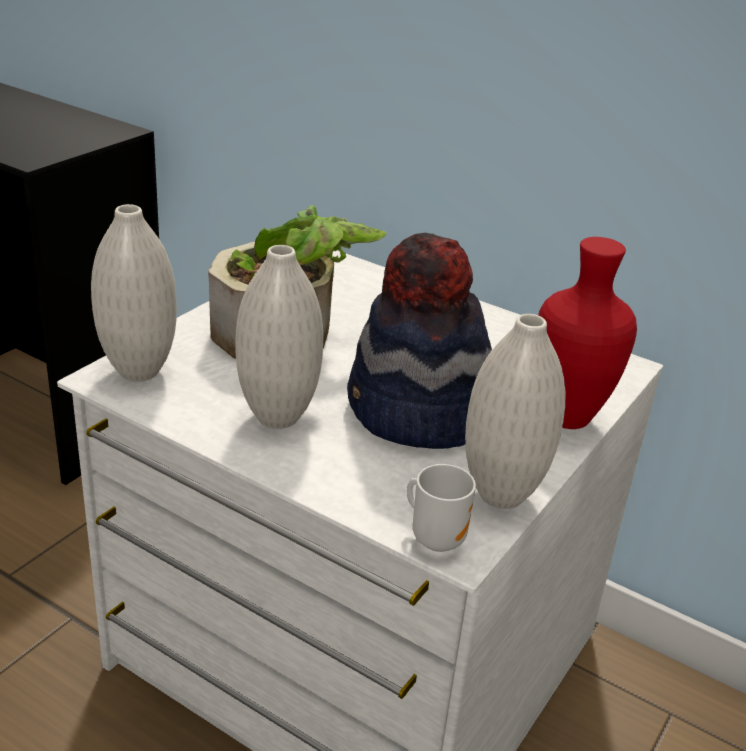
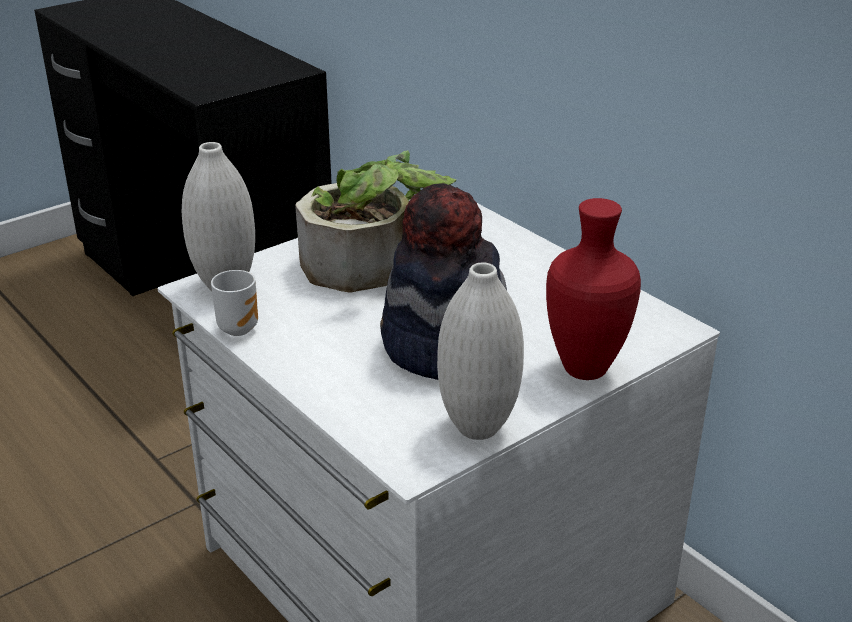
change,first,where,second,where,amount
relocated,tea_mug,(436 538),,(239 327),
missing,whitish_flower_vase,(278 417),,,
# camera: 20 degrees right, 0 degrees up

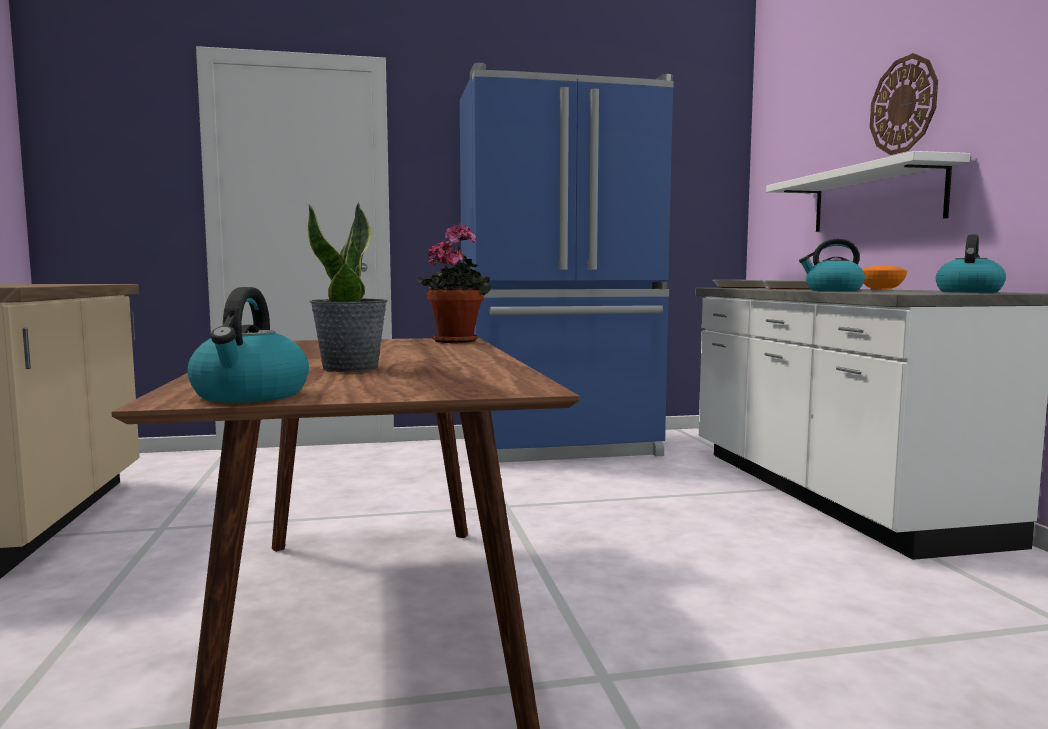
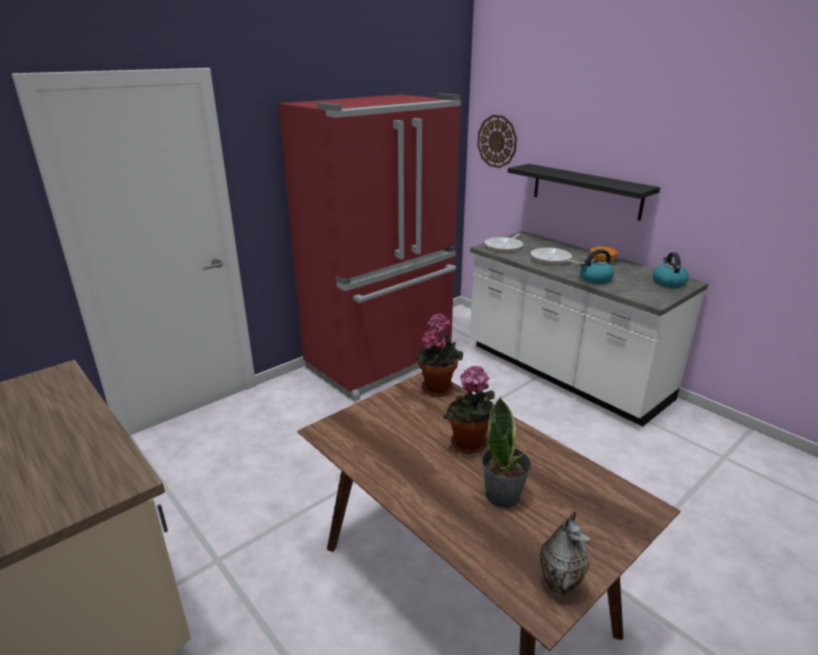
change,first,where,second,where,amount
colour,bluish_kitchen_fridge,(561 448),red_kitchen_fridge,(382 362),
appeared,,,houseplant,(469 446),
relocated,wall_clock,(903 105),,(497 141),
colour,whitish_wall_shelf,(875 199),black-coloured_wall_shelf,(586 191),
exchanged,kettle,(250 395),flower_vase,(559 584),
# camera: 30 degrees left, 20 degrees up

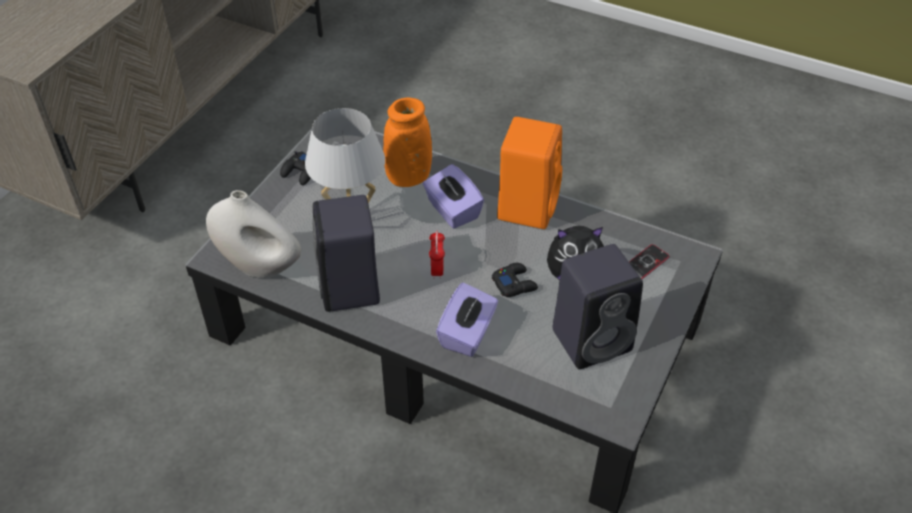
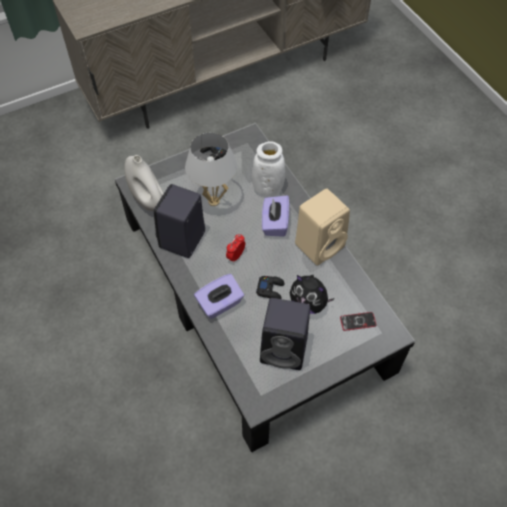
change,first,where,second,where,amount
colour,orange_flower_vase,(408 177),whitish_flower_vase,(268 188),
colour,orange_audio_speaker,(527 205),sand-coloured_audio_speaker,(320 244),
# camera: 35 degrees right, 10 degrees up

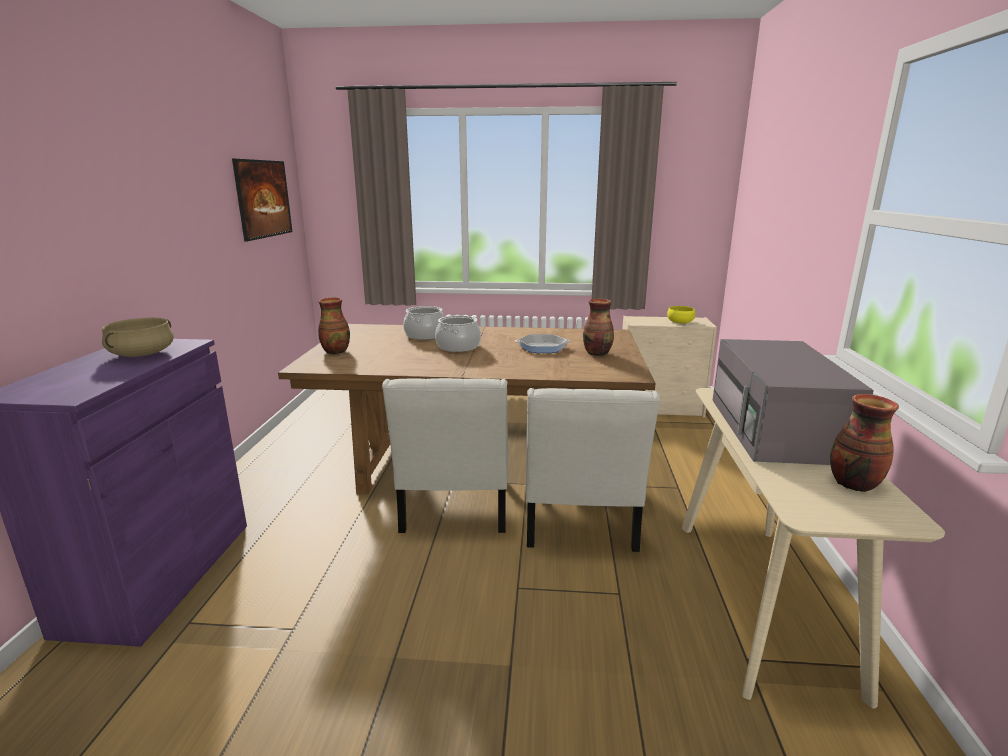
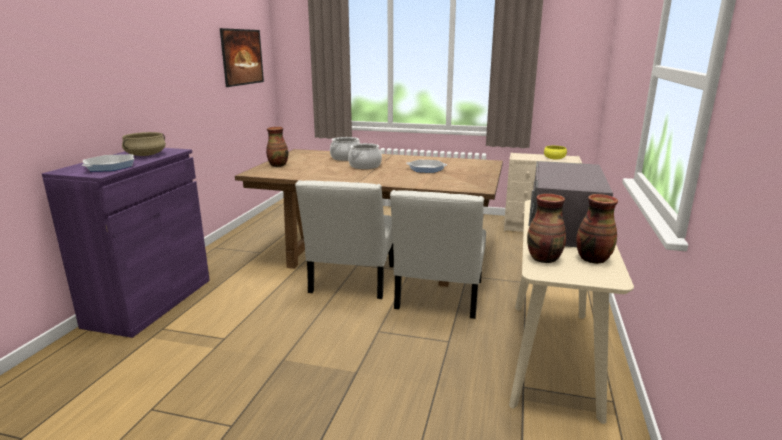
change,first,where,second,where,amount
appeared,,,pan,(110 167),
relocated,flower_vase,(598 353),,(544 259),
# camera: 10 degrees right, 0 degrees up

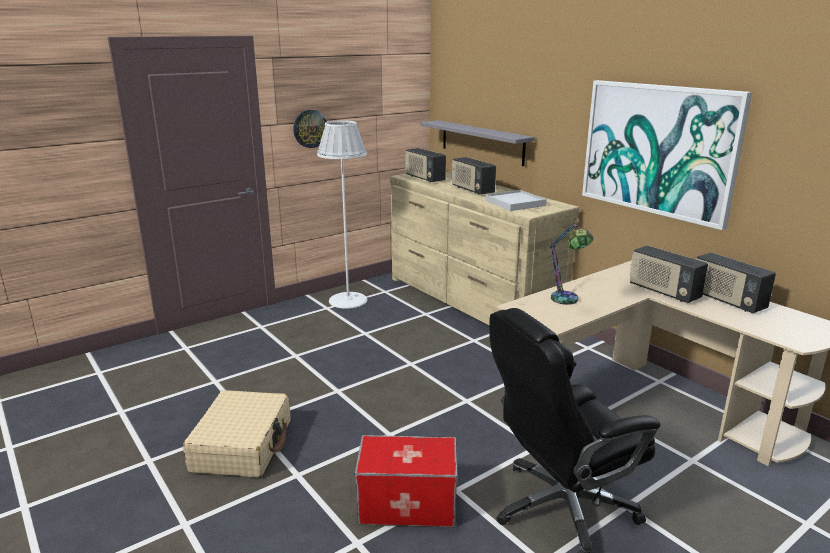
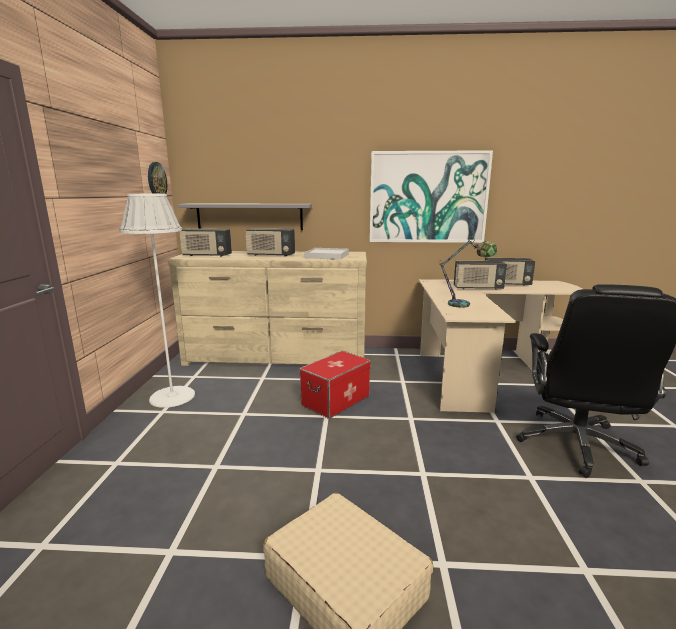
change,first,where,second,where,amount
relocated,wall_clock,(310 128),,(156 180),
relocated,storage_bin,(407 505),,(336 401),
# camera: 50 degrees left, 5 degrees down

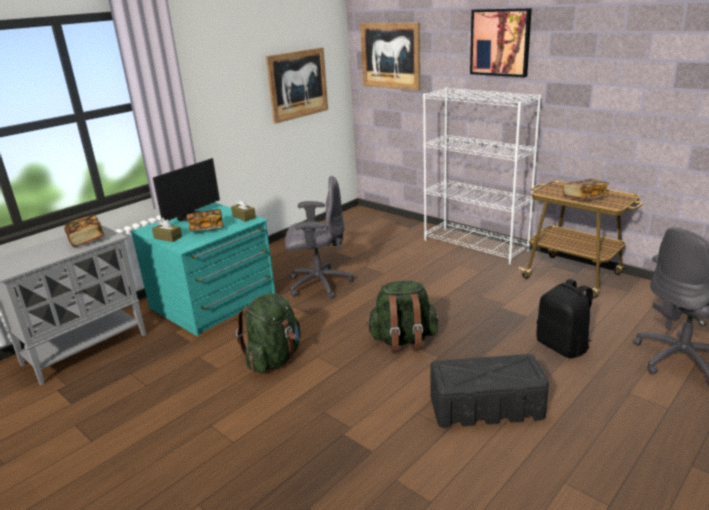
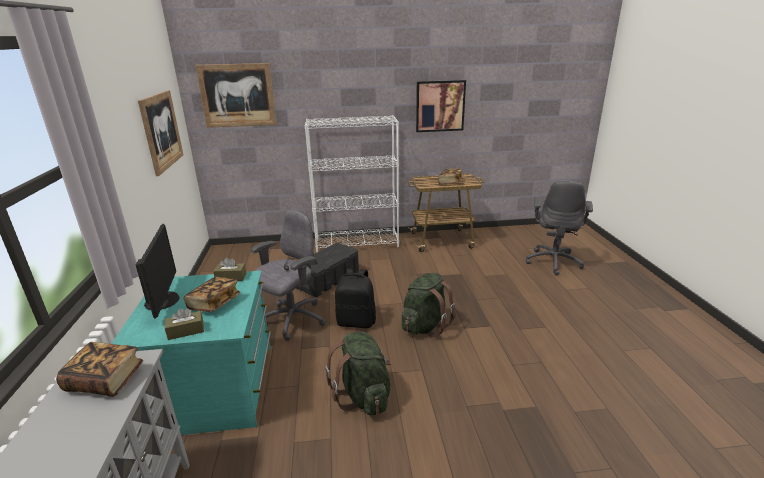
change,first,where,second,where,amount
relocated,black-coloured_storage_bin,(487 407),,(328 279),
relocated,black-coloured_knapsack,(563 346),,(356 321),
relocated,wall_picture,(500 42),,(440 106),
# camera: 50 degrees left, 0 degrees up

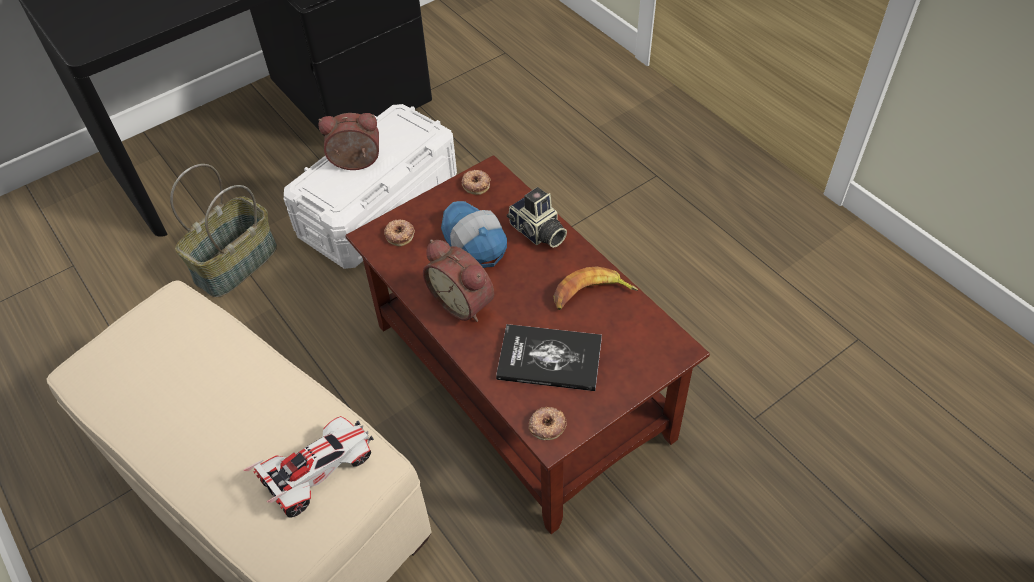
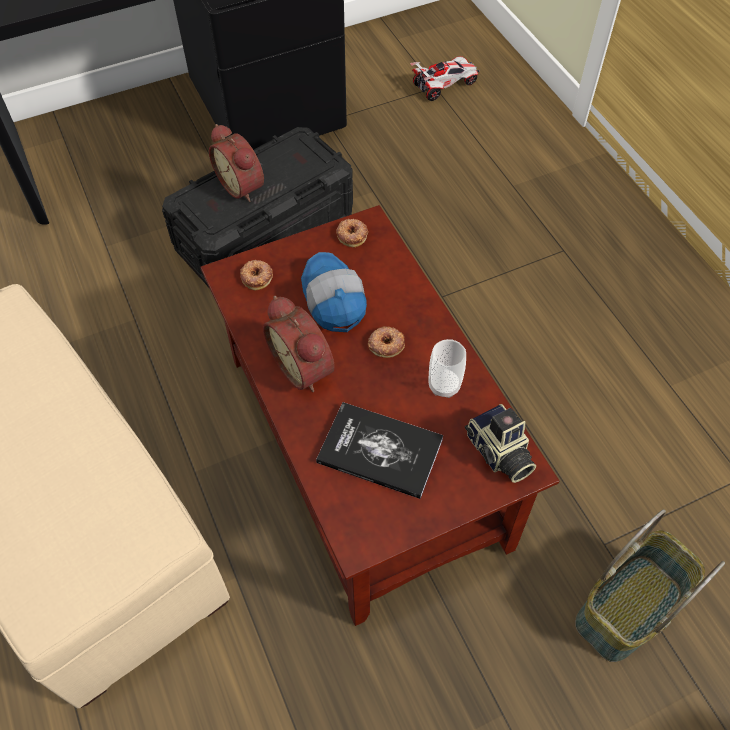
change,first,where,second,where,amount
colour,whitish_storage_bin,(380 207),black-coloured_storage_bin,(266 233),
spun,alarm_clock,(356 164),,(243 185),135 degrees counterclockwise
relocated,ring_doughnut,(547 425),,(386 344),
relocated,toy_car,(318 473),,(444 85),
exchanged,whole_banana,(591 294),cup,(444 385),
relocated,still_camera,(537 232),,(498 454),
relocated,basket,(236 265),,(628 610),
# camera: 10 degrees right, 5 degrees up

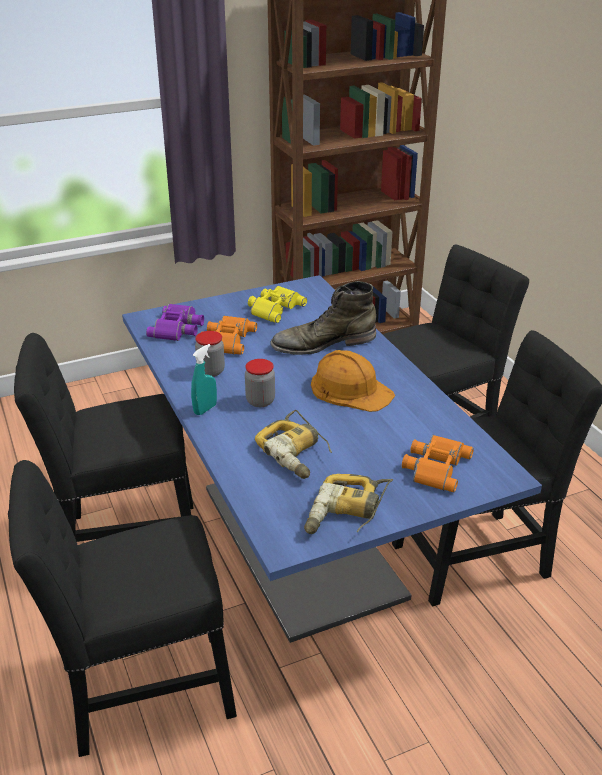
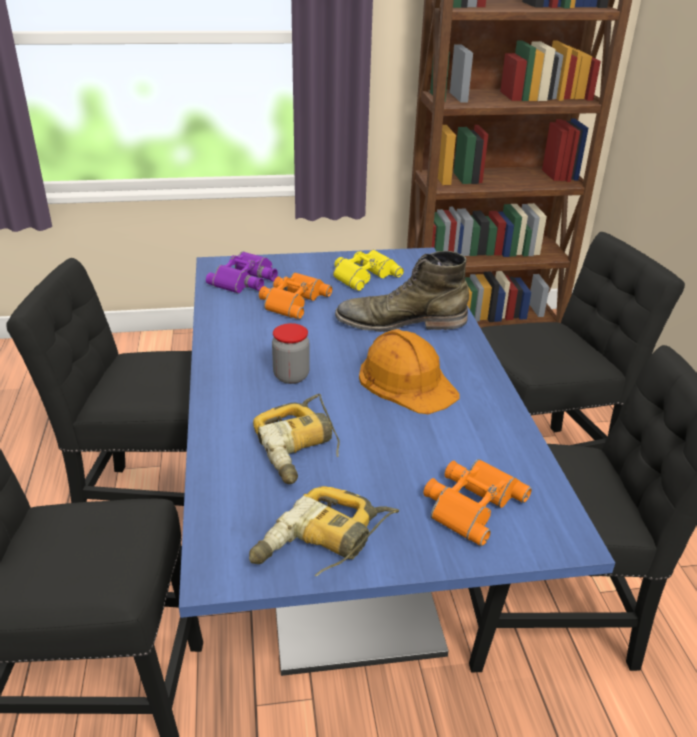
change,first,where,second,where,amount
missing,turquoise_sprayer,(205 409),,,
missing,storage_jar,(211 371),,,
# camera: 15 degrees right, 0 degrees up

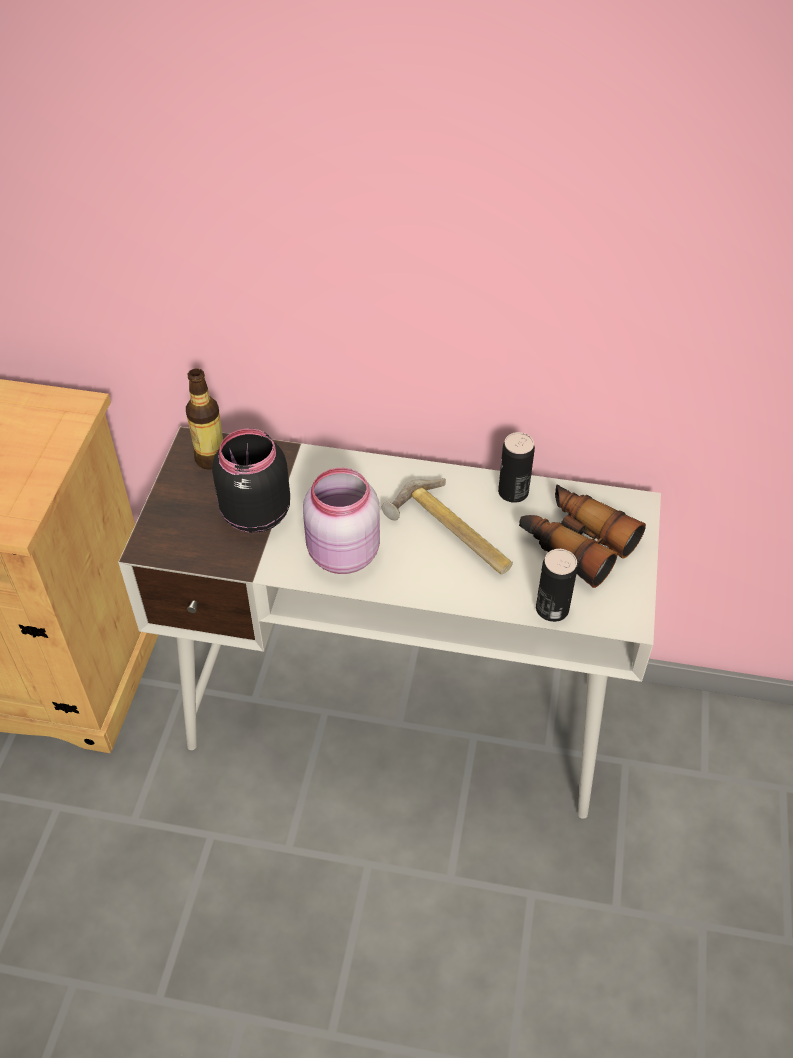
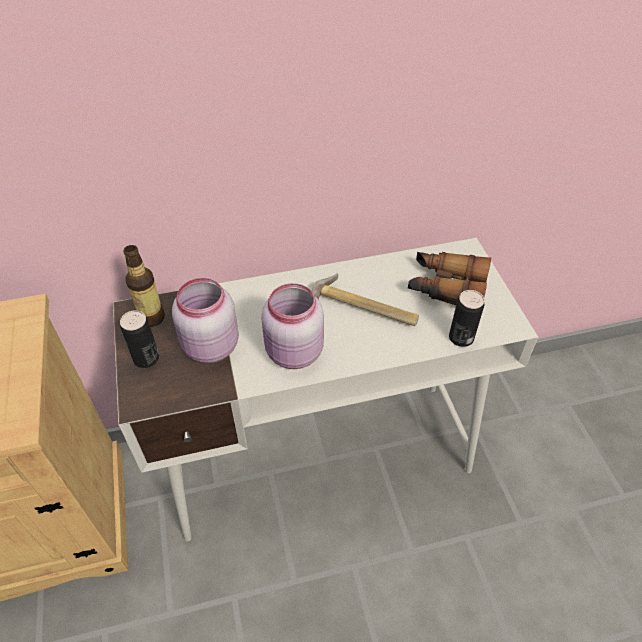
change,first,where,second,where,amount
relocated,metal_can,(513 492),,(146 358),
colour,black-coloured_storage_jar,(254 514),pink-coloured_storage_jar,(209 347),
# camera: 25 degrees left, 0 degrees up

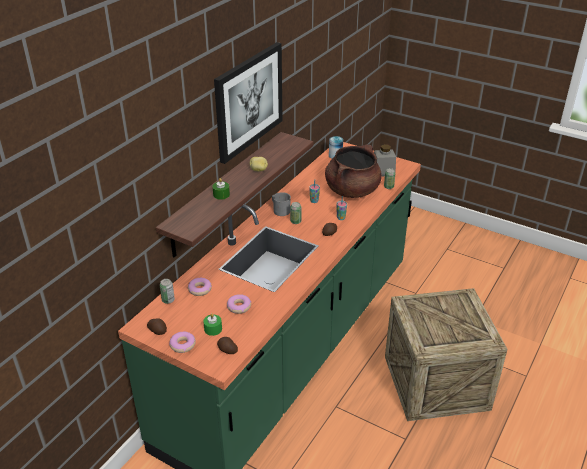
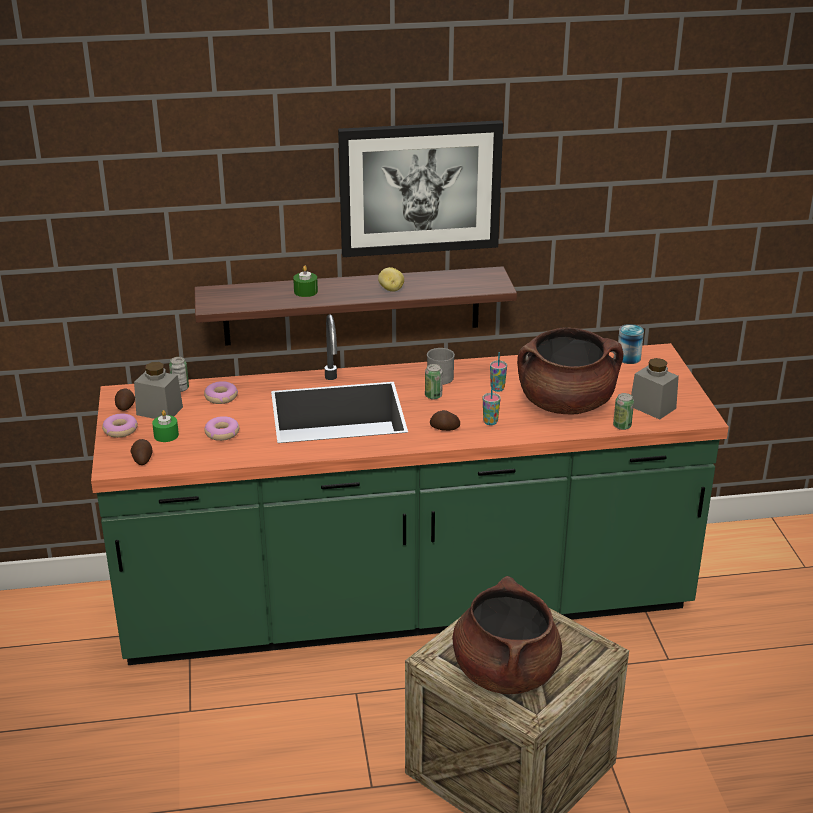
change,first,where,second,where,amount
appeared,,,gray_storage_jar,(159 411),
appeared,,,brownish_cooking_pot,(505 672),
# camera: 50 degrees right, 5 degrees down

